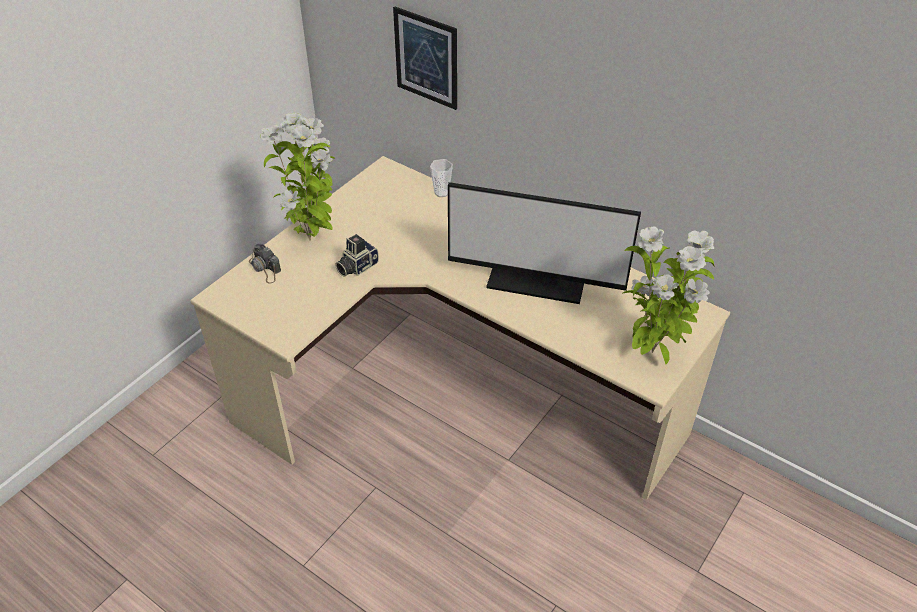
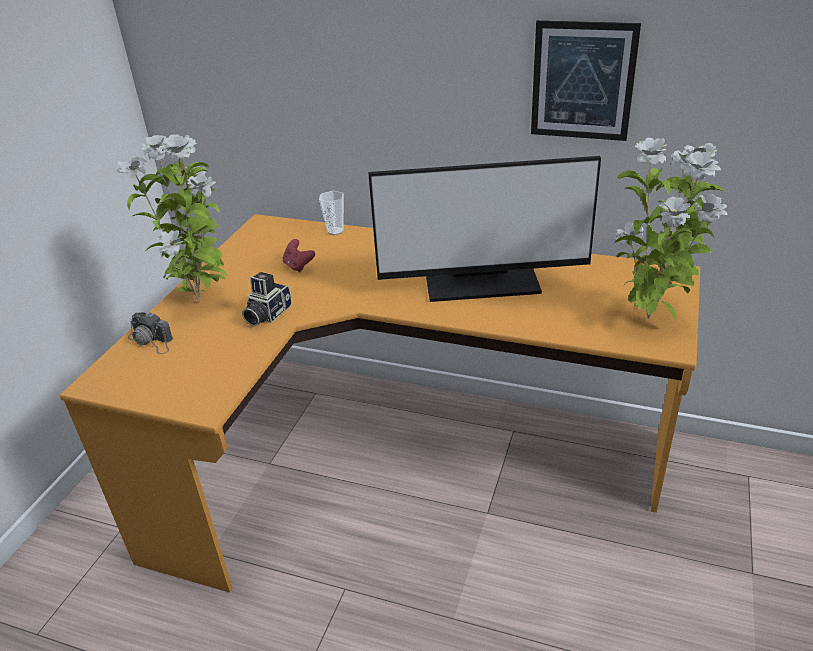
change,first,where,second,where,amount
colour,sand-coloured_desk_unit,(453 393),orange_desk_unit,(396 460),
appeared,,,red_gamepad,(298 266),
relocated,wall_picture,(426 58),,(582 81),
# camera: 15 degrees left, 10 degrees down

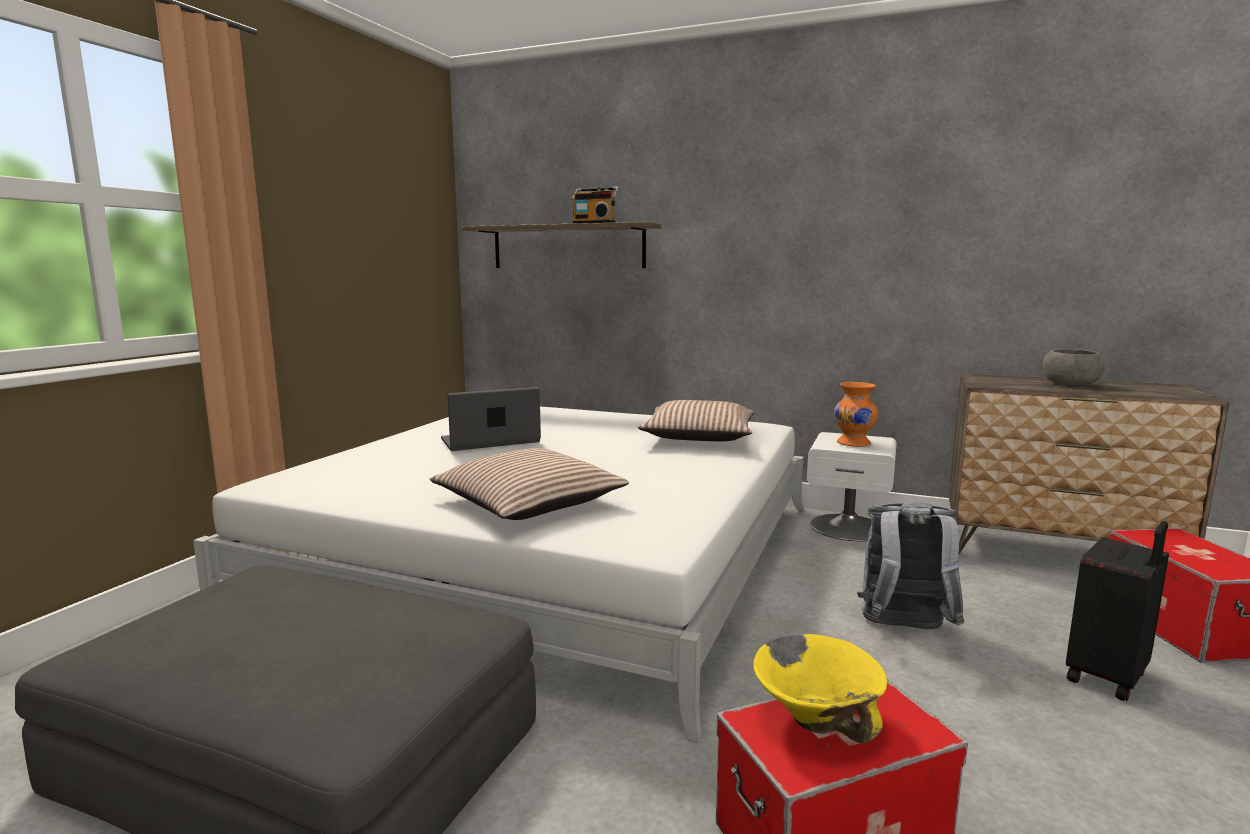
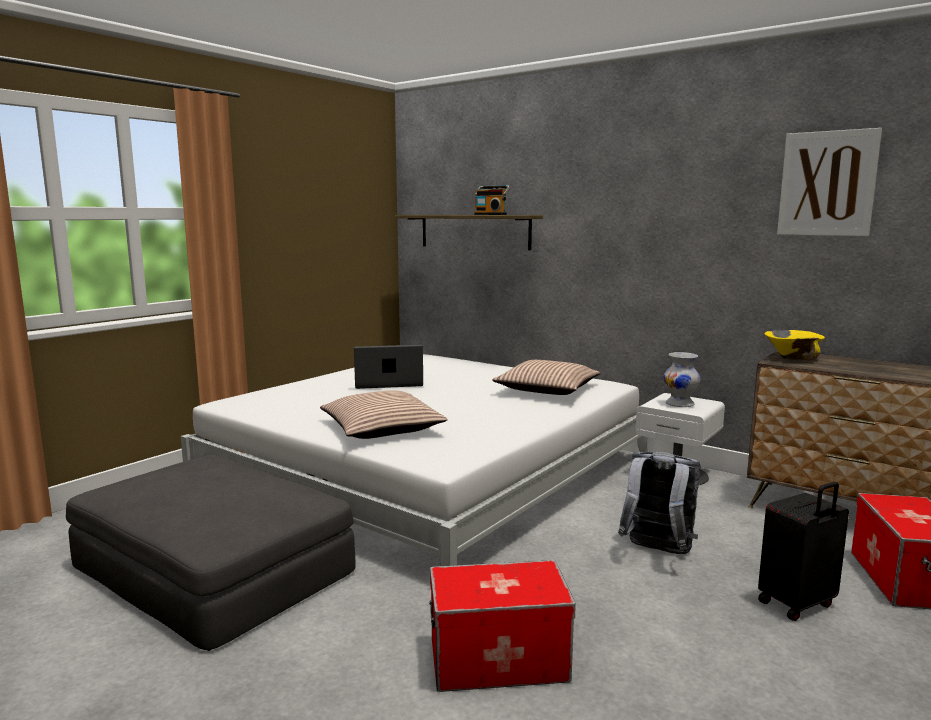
change,first,where,second,where,amount
colour,orange_flower_vase,(854 443),whitish_flower_vase,(680 404),
relocated,yellowish_serving_bowl,(816 718),,(792 358),
appeared,,,wall_picture,(827 184),
missing,gray_serving_bowl,(1069 384),,,
# camera: 15 degrees right, 0 degrees up

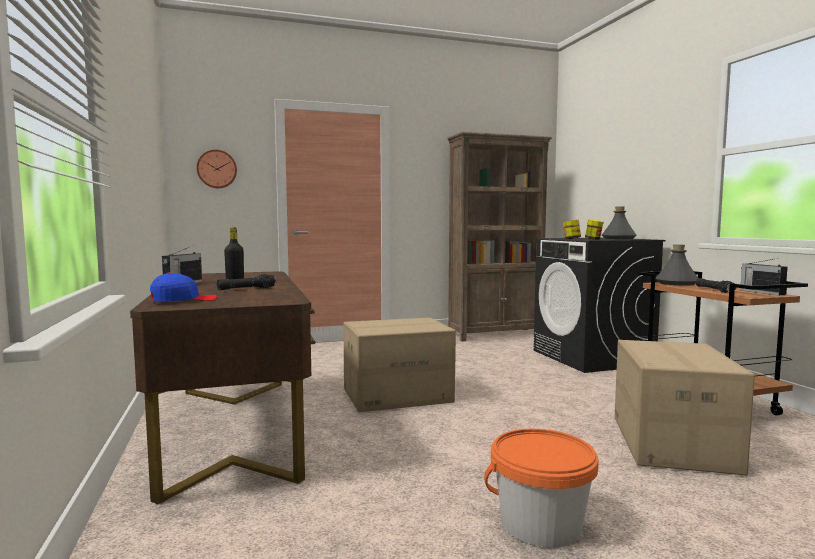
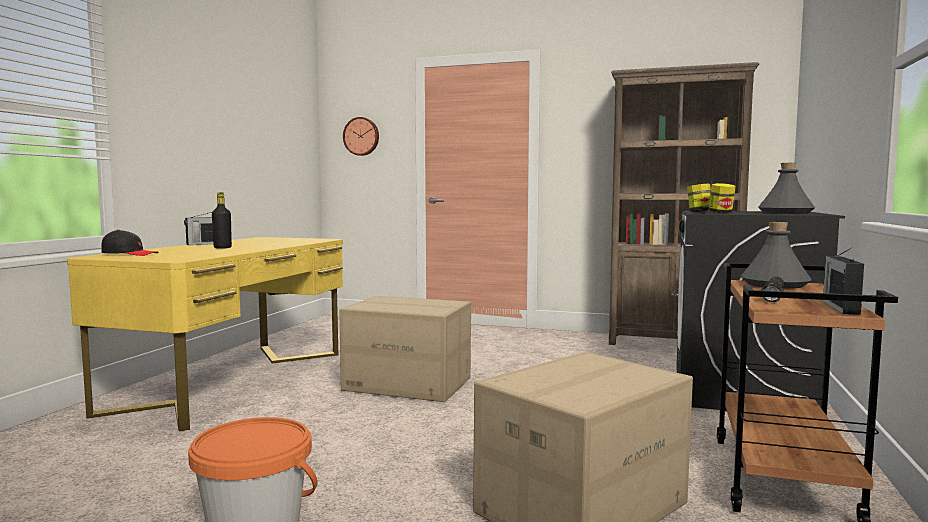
change,first,where,second,where,amount
colour,brownish_desk_unit,(234 428),yellowish_desk_unit,(233 380),
colour,bluish_cap,(183 300),black-coloured_cap,(129 254),
missing,black-coloured_torch,(246 289),,,
# camera: 35 degrees right, 0 degrees up

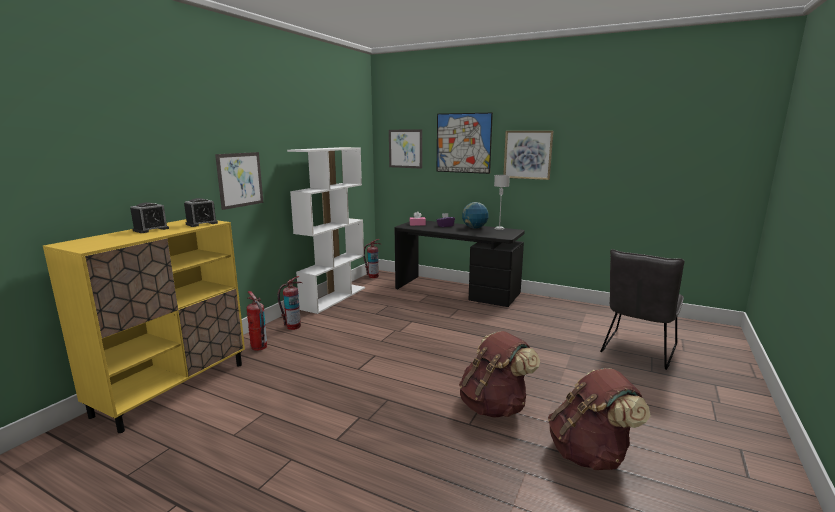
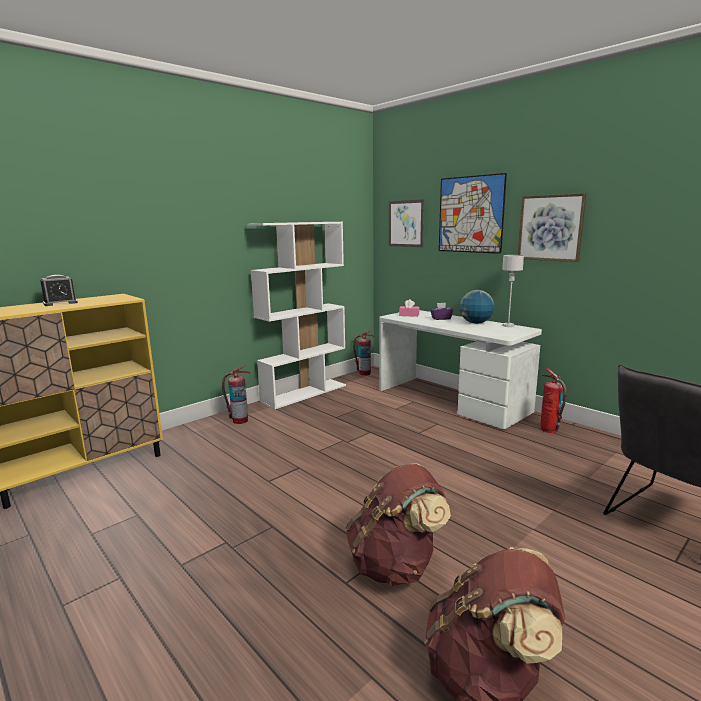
change,first,where,second,where,amount
colour,black-coloured_desk_unit,(457 290),whitish_desk_unit,(451 400),
relocated,fire_extinguisher,(259 347),,(549 429),
missing,alarm_clock,(201 223),,,
missing,wall_picture,(240 180),,,
# camera: 20 degrees right, 0 degrees up

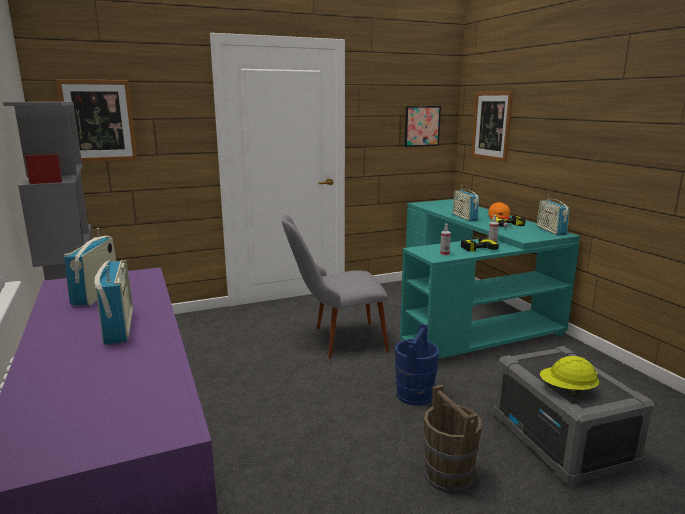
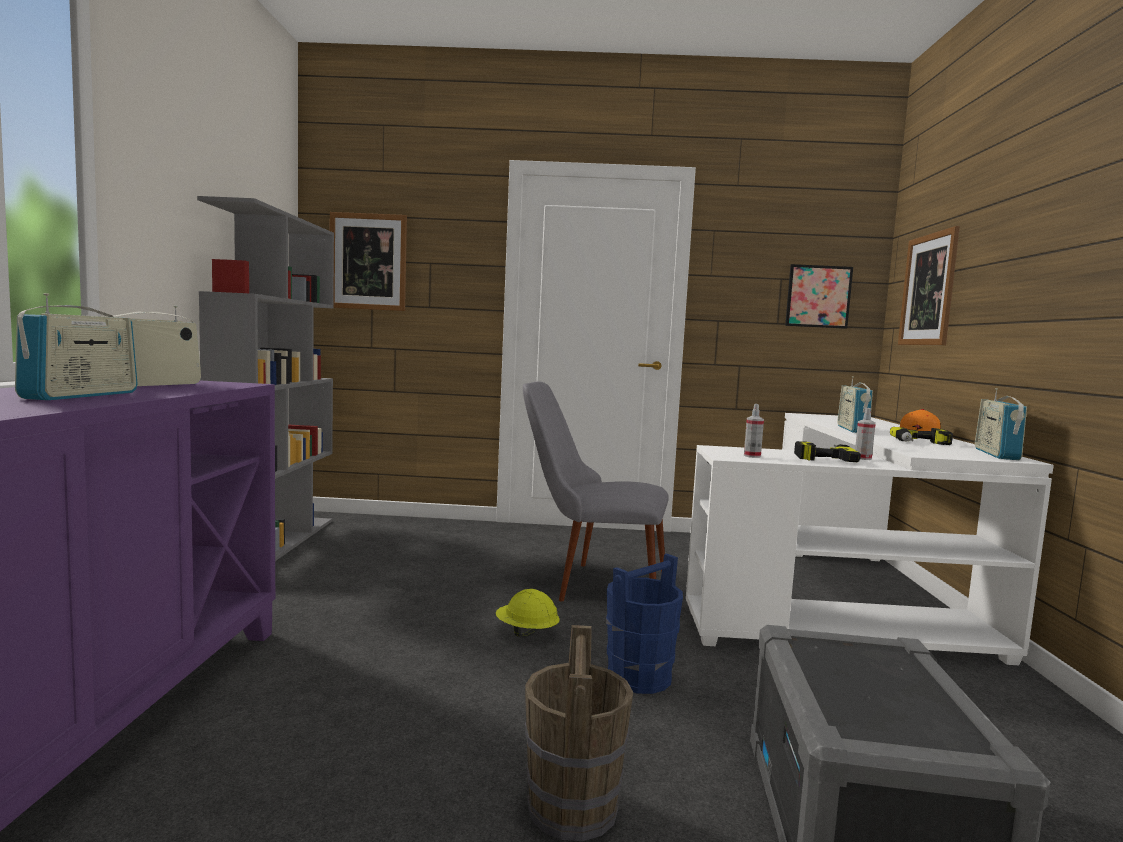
change,first,where,second,where,amount
relocated,yellowish_safety_helmet,(567 391),,(526 633),
colour,turquoise_desk_unit,(470 314),whitish_desk_unit,(849 598),
# camera: 25 degrees right, 10 degrees down

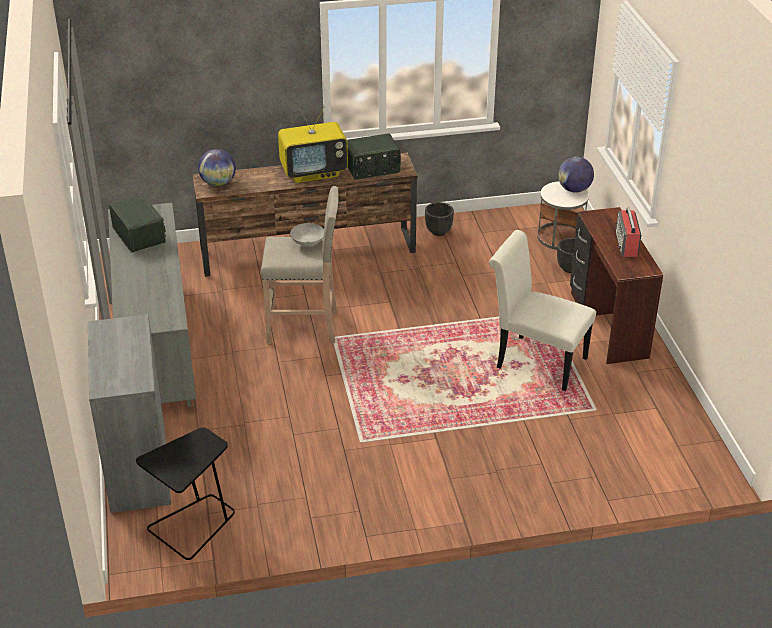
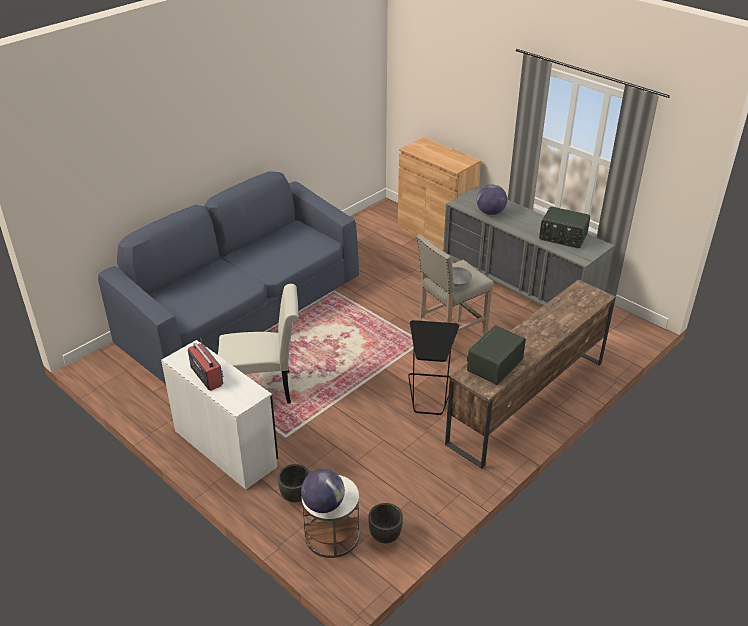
change,first,where,second,where,amount
appeared,,,bluish_couch,(242 310),
colour,brownish_desk_unit,(607 325),whitish_desk_unit,(226 447),
relocated,black-coloured_planter,(438 231),,(385 536),
colour,gray_cupboard,(138 467),brownish_cupboard,(435 234),
relocated,black-coloured_end_table,(193 525),,(430 393),
relocated,world_globe,(218 183),,(490 212),
missing,television,(314 172),,,
# camera: 145 degrees right, 0 degrees up

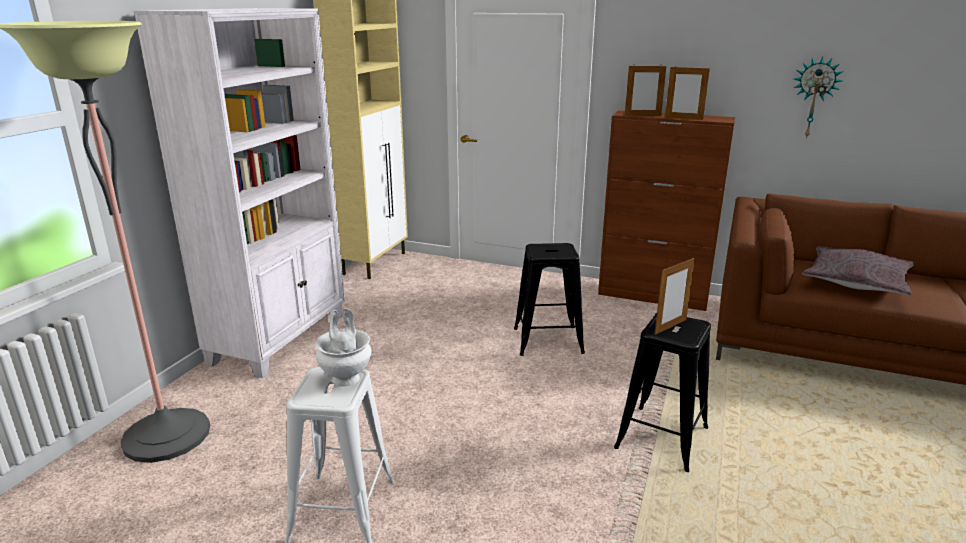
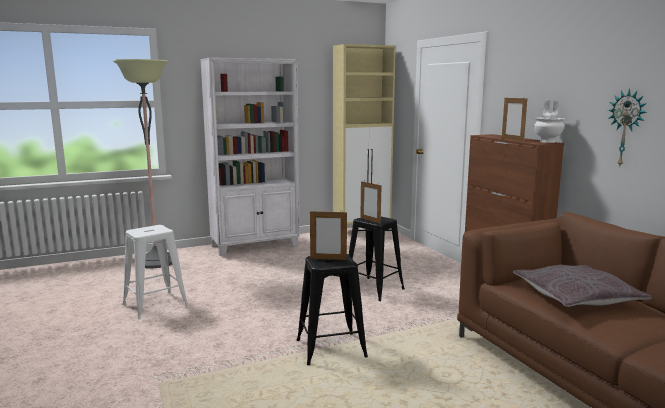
change,first,where,second,where,amount
relocated,photo_frame,(642 115),,(370 220),
relocated,whitish_flower_vase,(346 378),,(547 142),
# camera: 45 degrees right, 10 degrees down

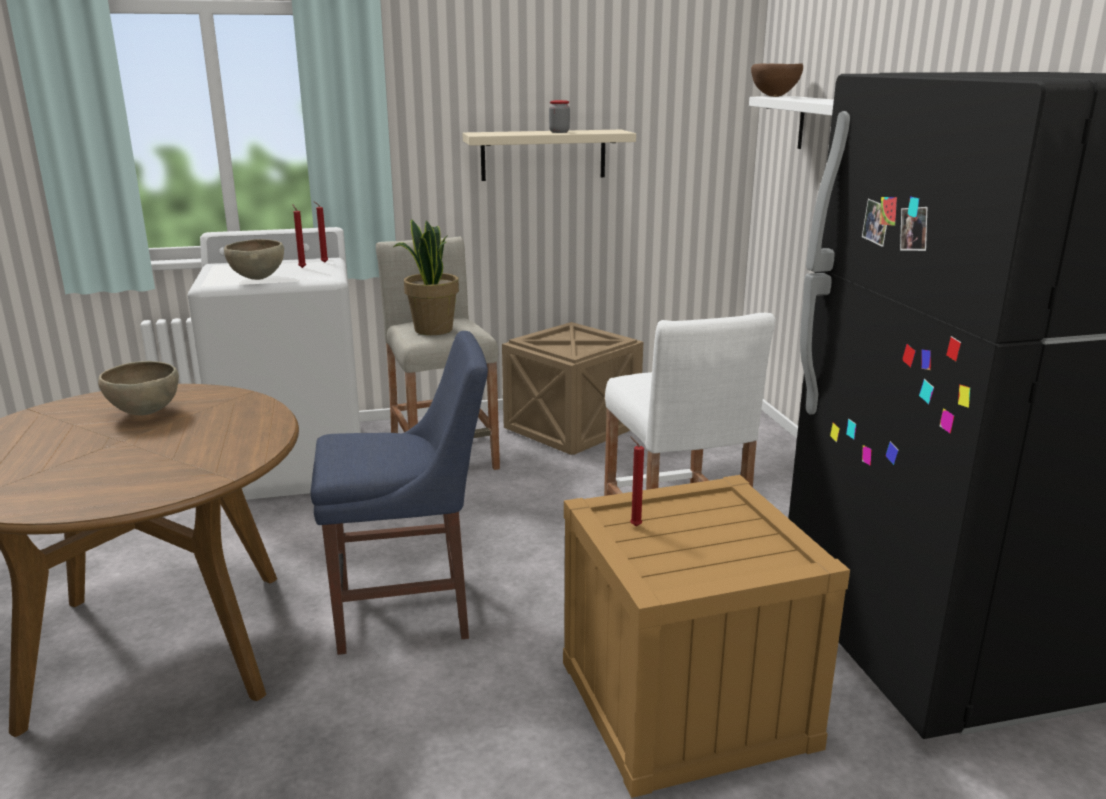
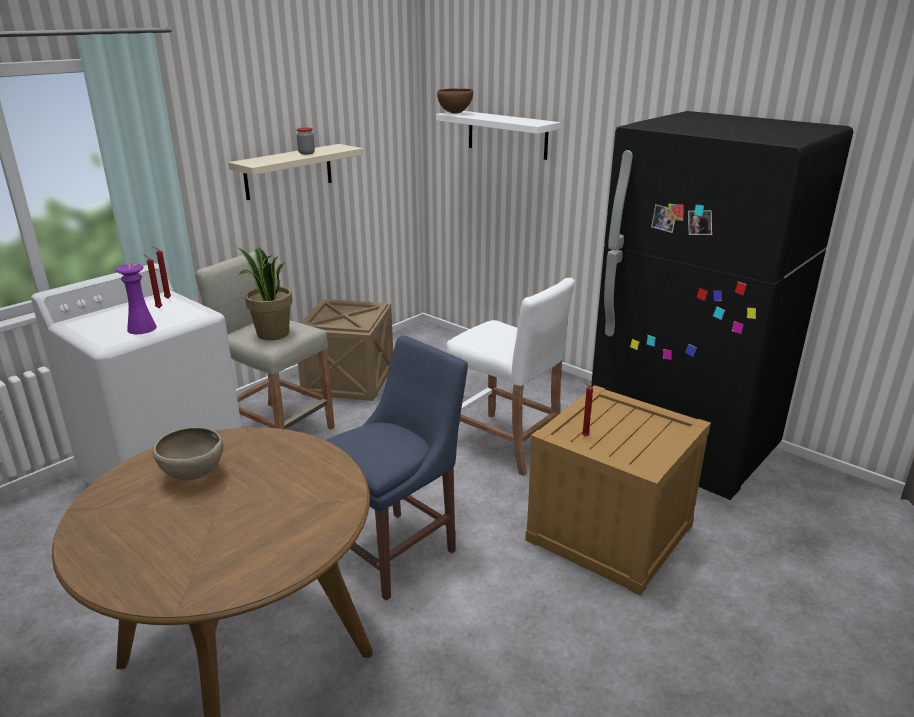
change,first,where,second,where,amount
exchanged,brownish_serving_bowl,(257 279),purple-coloured_flower_vase,(142 328),
# camera: 35 degrees left, 5 degrees up

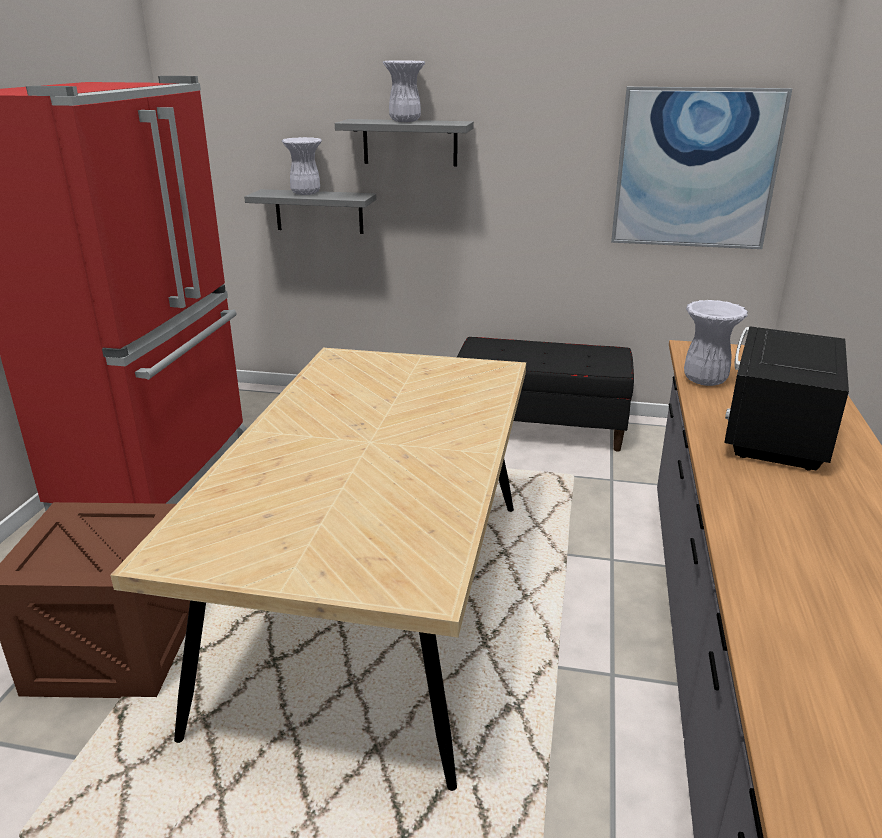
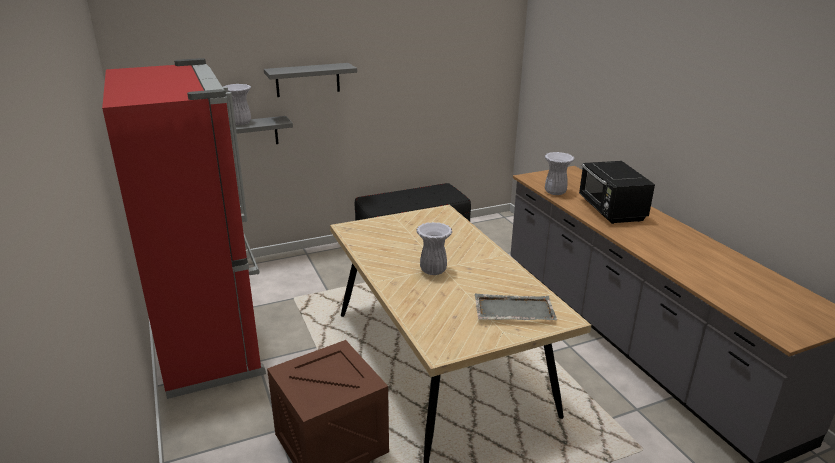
change,first,where,second,where,amount
relocated,whitish_flower_vase,(404 121),,(432 271),
appeared,,,gray_carrying_tray,(513 310),
missing,wall_picture,(695 169),,,
# camera: 35 degrees left, 0 degrees up

